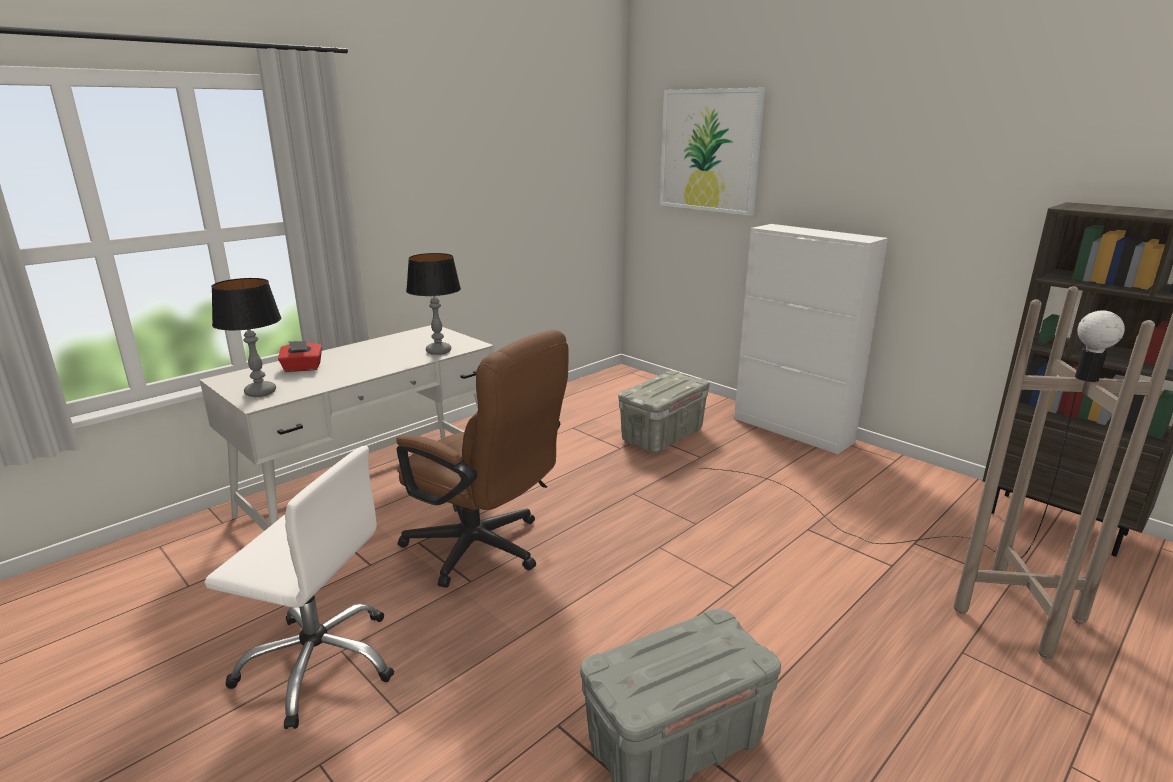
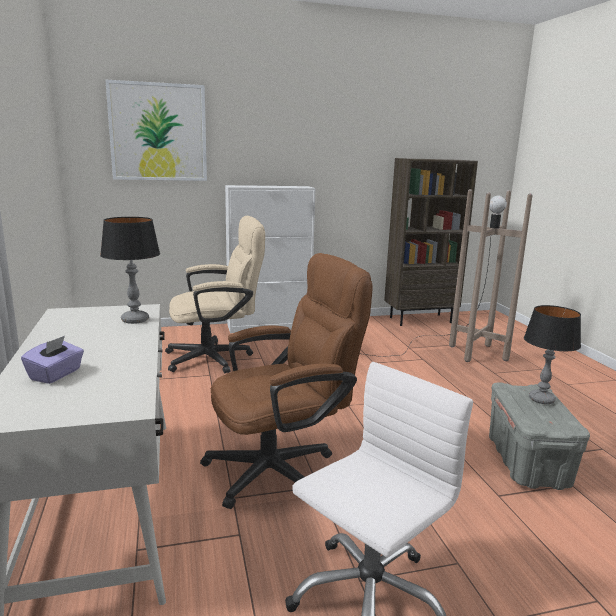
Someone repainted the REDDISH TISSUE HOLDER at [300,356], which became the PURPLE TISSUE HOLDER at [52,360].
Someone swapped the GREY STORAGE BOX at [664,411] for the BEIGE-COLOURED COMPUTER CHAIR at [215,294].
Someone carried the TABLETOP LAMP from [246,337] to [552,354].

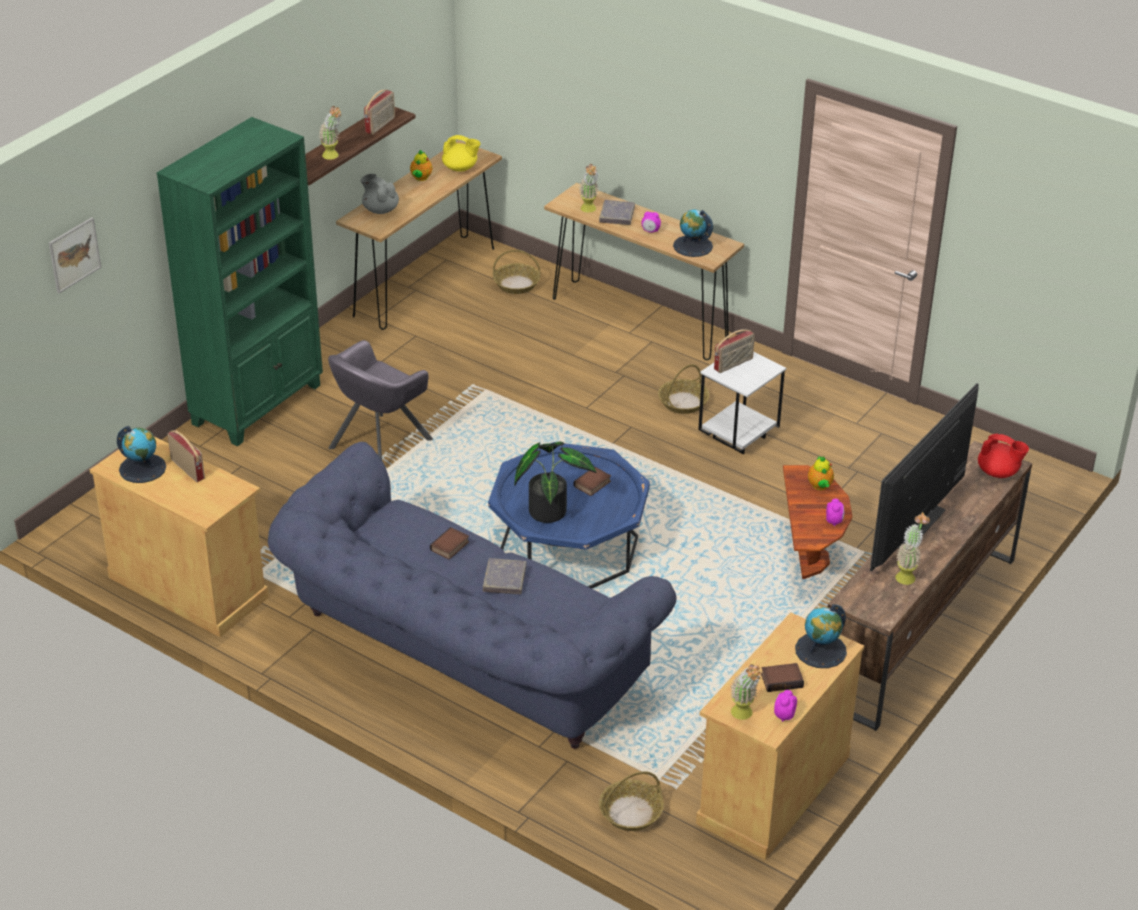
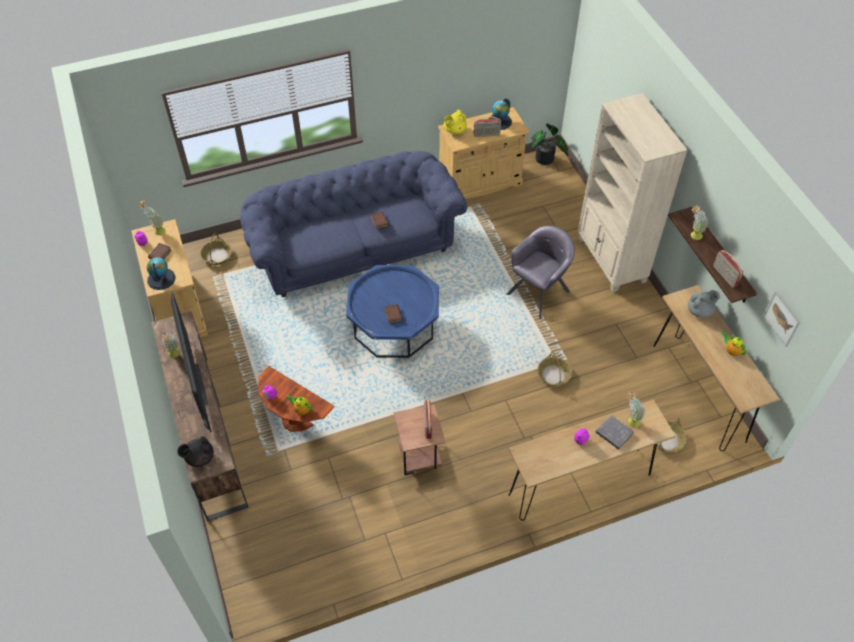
Someone repainted the REDDISH POT FOR TEA at [1003,456], which became the BLACK POT FOR TEA at [195,451].
Someone repainted the WHITE ACCENT TABLE at [742,403], which became the BROWN-COLOURED ACCENT TABLE at [420,439].
Someone carried the YELLOWISH POT FOR TEA from [461,153] to [455,122].
Someone rotated the GREY LOUNGE CHAIR at [380,400] by 60 degrees clockwise.
Someone carried the PLANT IN A POT from [555,482] to [549,144].
Someone carried the STORAGE BASKET from [683,389] to [554,368].
Someone repainted the GREEN BOOKSHELF at [239,281], which became the BEIGE-COLOURED BOOKSHELF at [632,192].
Someone carried the WALL ART from [75,255] to [781,319].
Someone took away the GREY BOUND BOOK at [505,576].
Someone took away the WORLD GLOBE at [693,233].

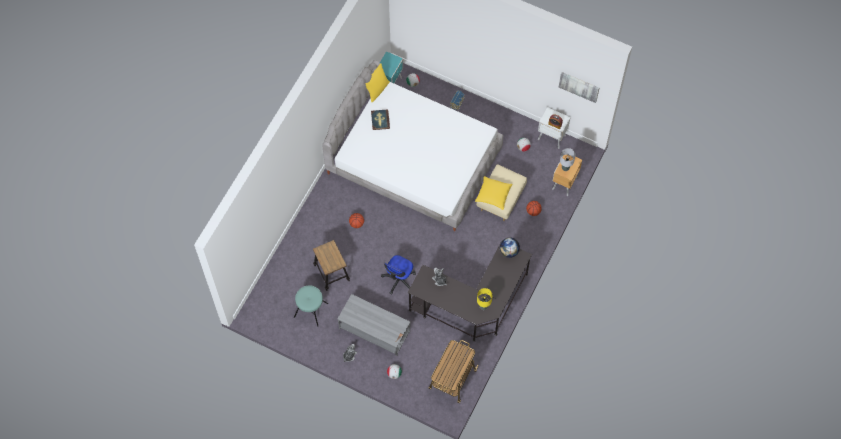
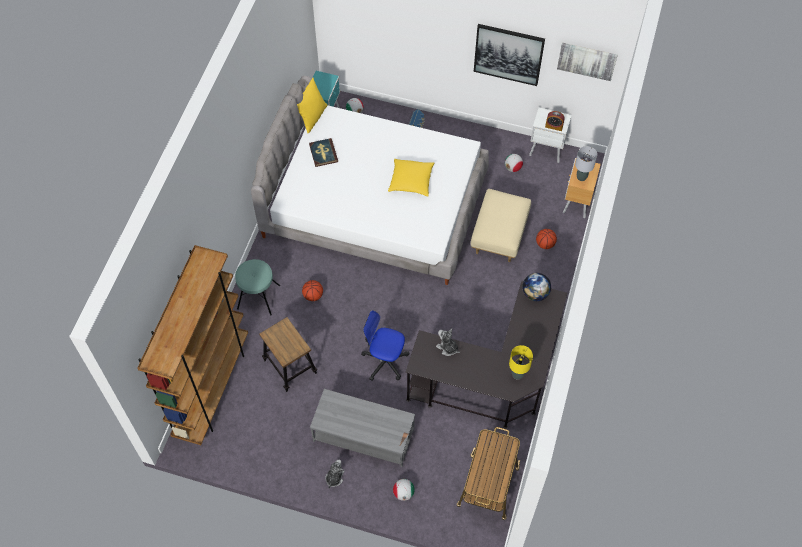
Someone put down the BROWN-COLOURED BOOKSHELF at [192,345].
Someone carried the BLUE-GREEN SITTING STOOL from [311,305] to [257,287].
Someone rotated the COMPUTER CHAIR at [398,275] by 90 degrees clockwise.
Someone carried the YELLOWISH THROW PILLOW from [494,193] to [411,178].
Someone put up the WALL ART at [509,55].

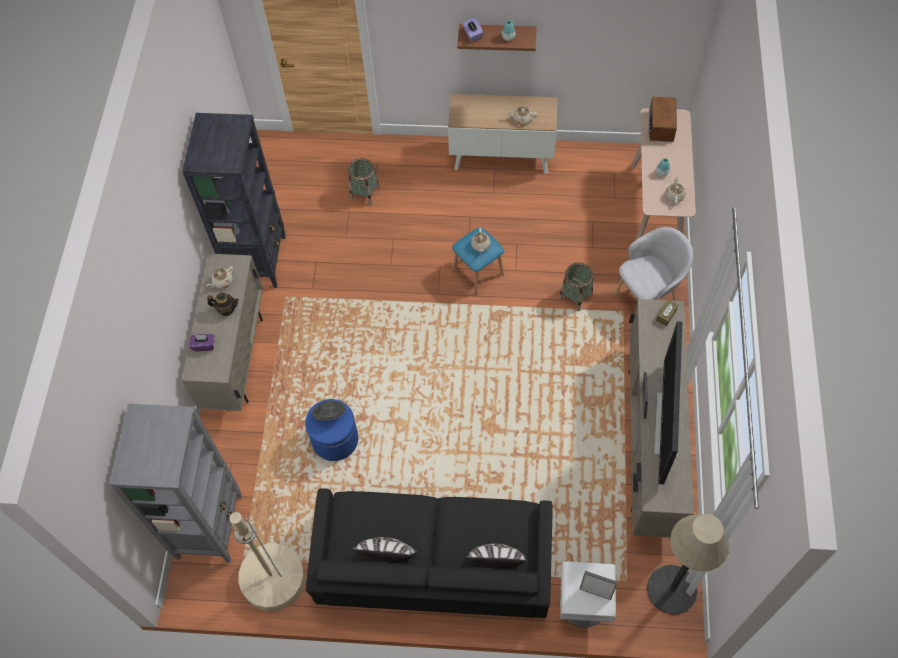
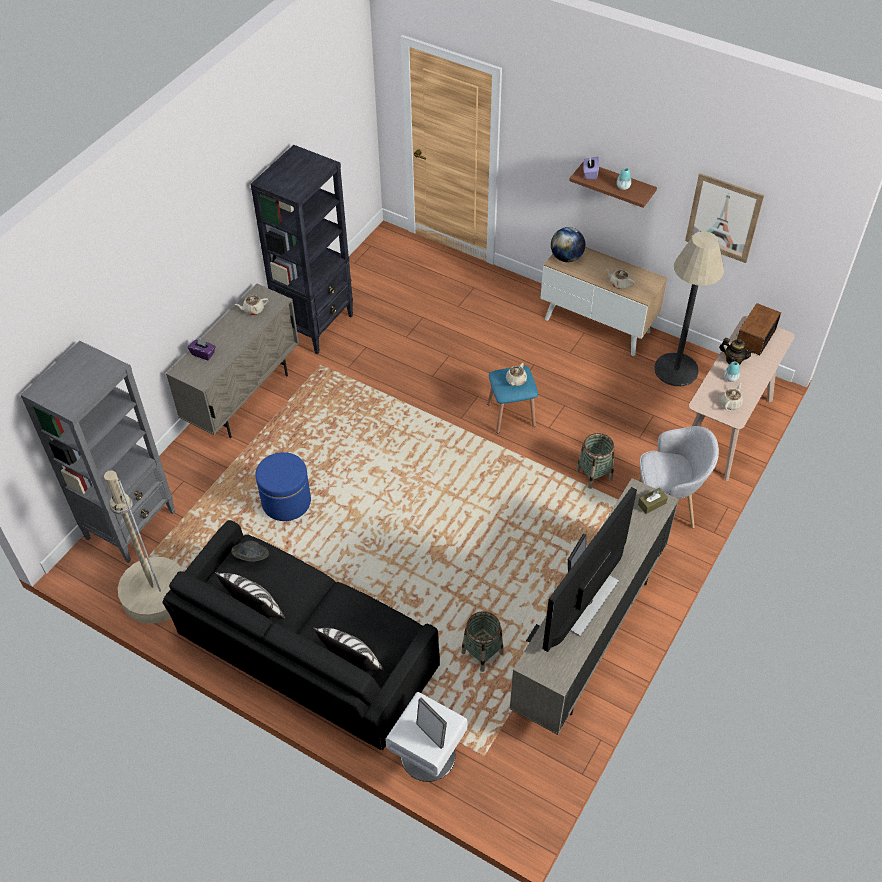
Someone carried the GREY HAT from [329,410] to [250,551].
Someone carried the STORAGE BASKET from [364,181] to [482,641].
Someone put down the WORLD GLOBE at [568,244].
Someone carried the STANDING LAMP from [688,564] to [689,308].
Someone put up the WALL ART at [724,218].
Someone carried the POT FOR TEA from [223,304] to [736,351].

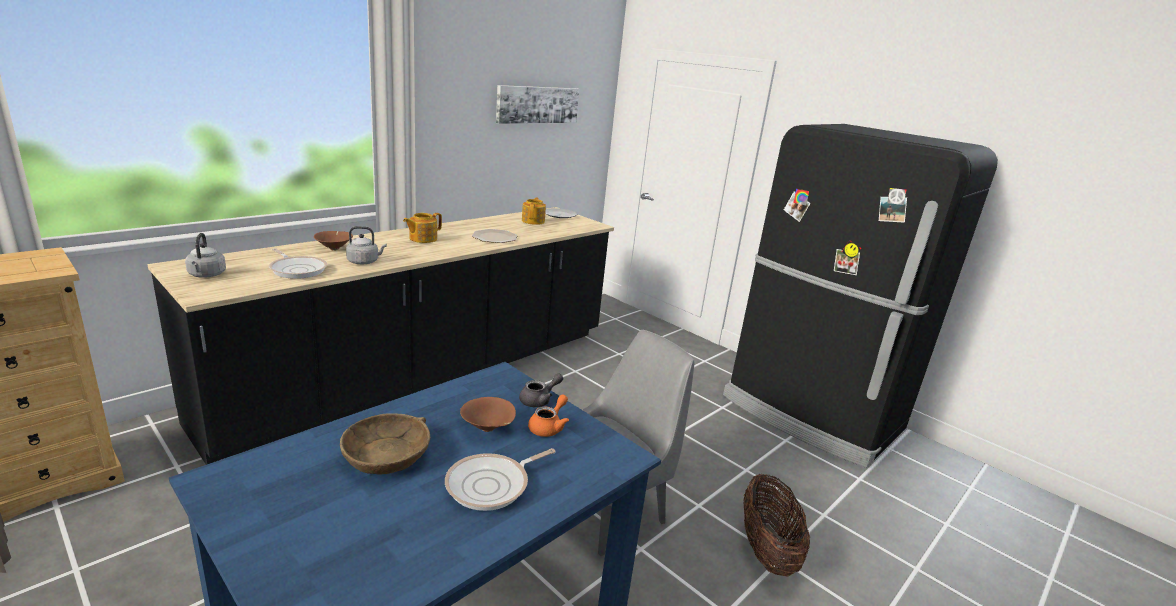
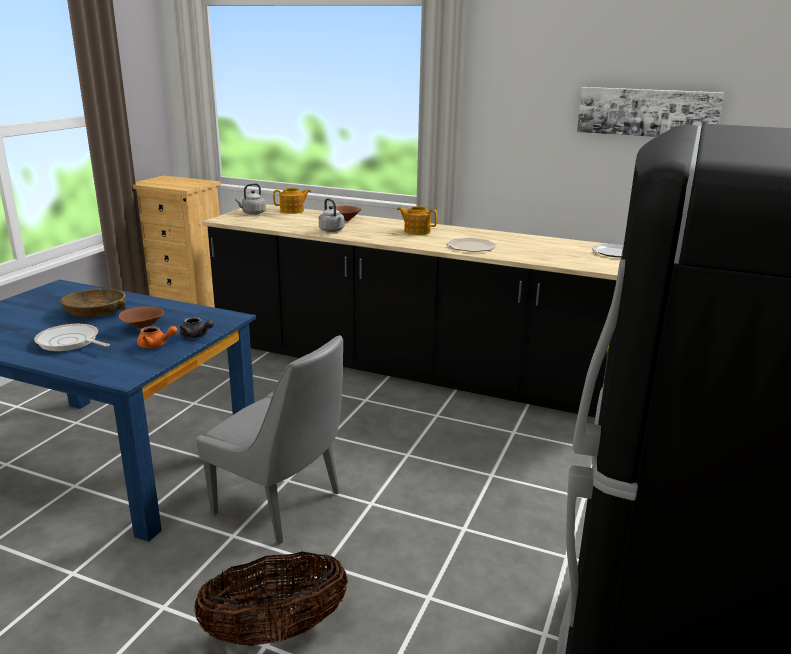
Someone carried the POT FOR TEA from [534,211] to [292,201].
Someone took away the SKILLET at [298,263].

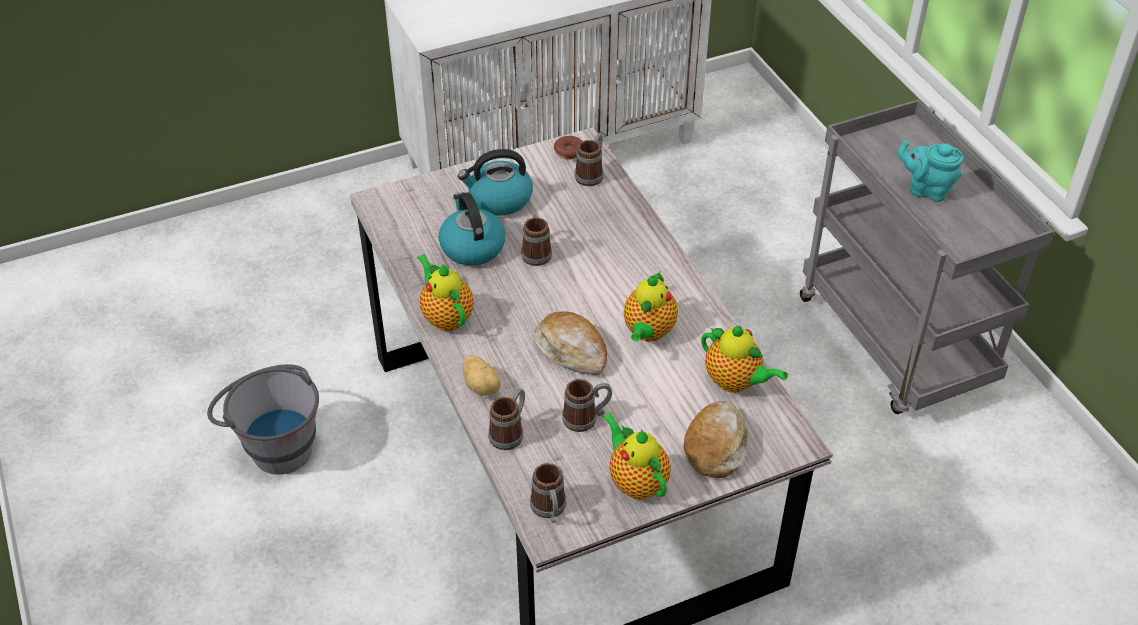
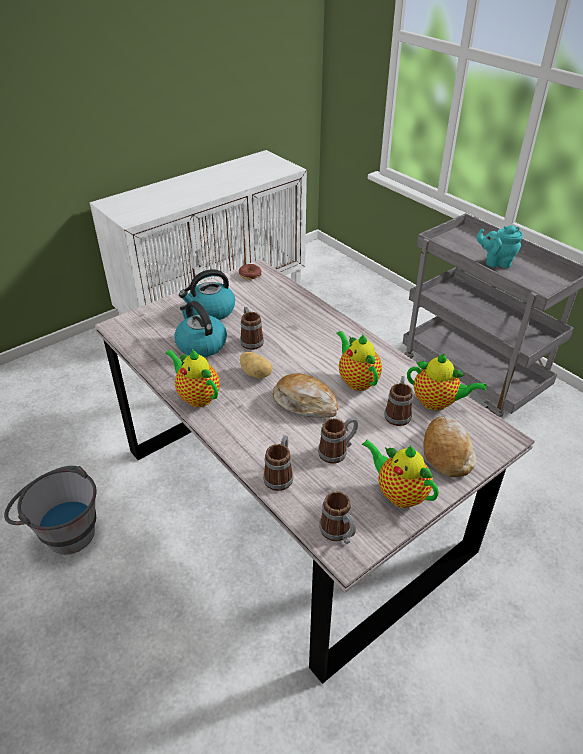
Someone carried the SPUD from [482,375] to [256,365].
Someone rotated the POT FOR TEA at [651,306] by 150 degrees clockwise.
Someone carried the MUG from [589,160] to [398,401].

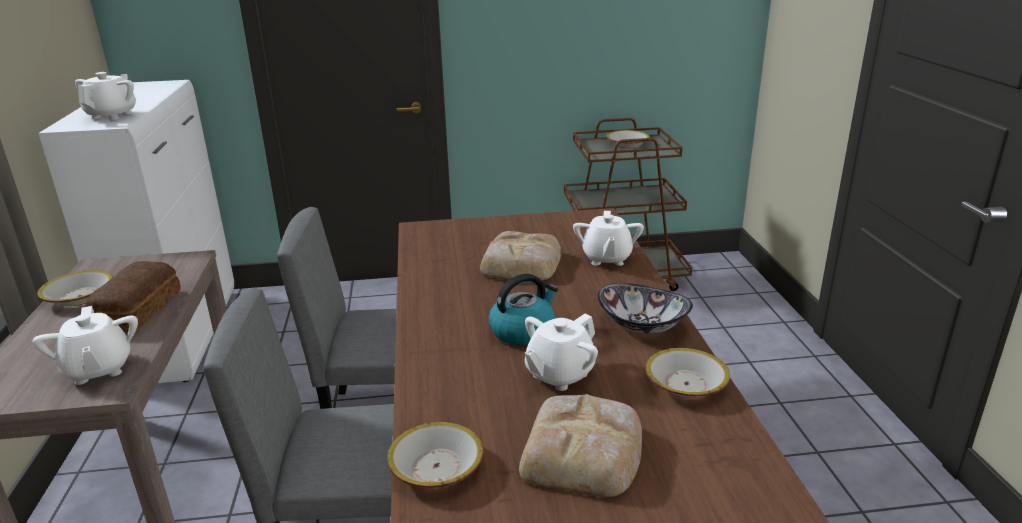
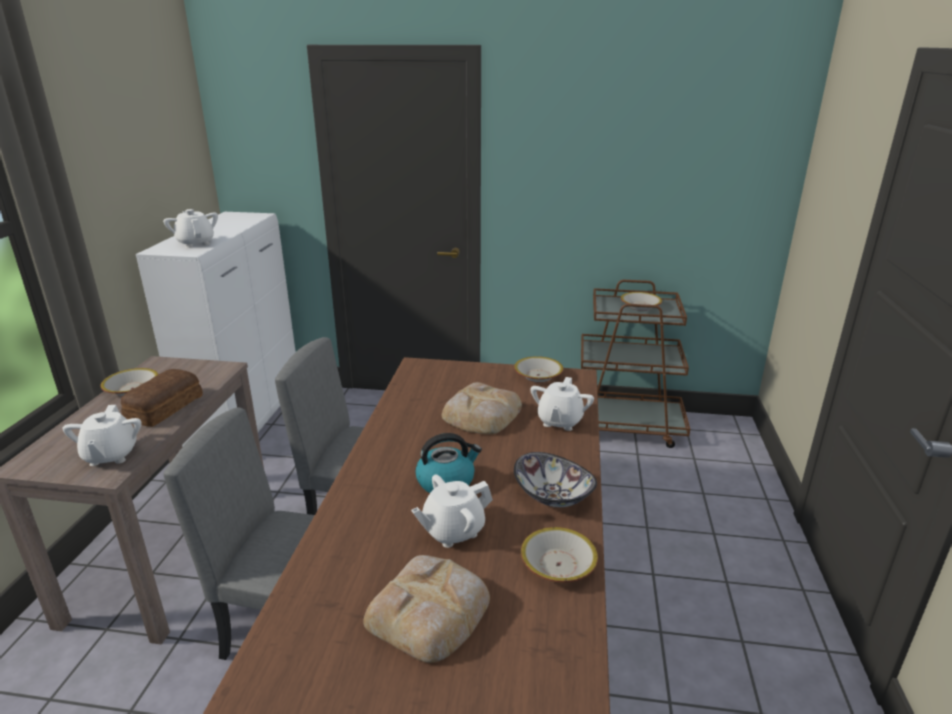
Someone rotated the WHITE POT FOR TEA at [105,96] by 60 degrees counterclockwise.
Someone carried the SERVING BOWL from [435,455] to [538,369].

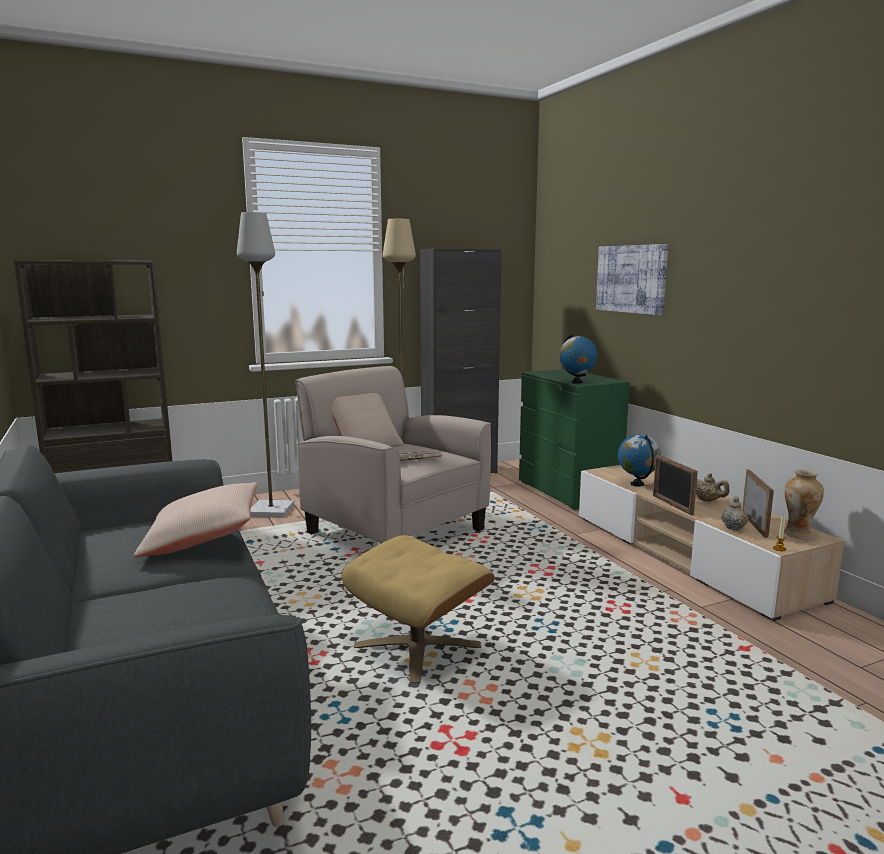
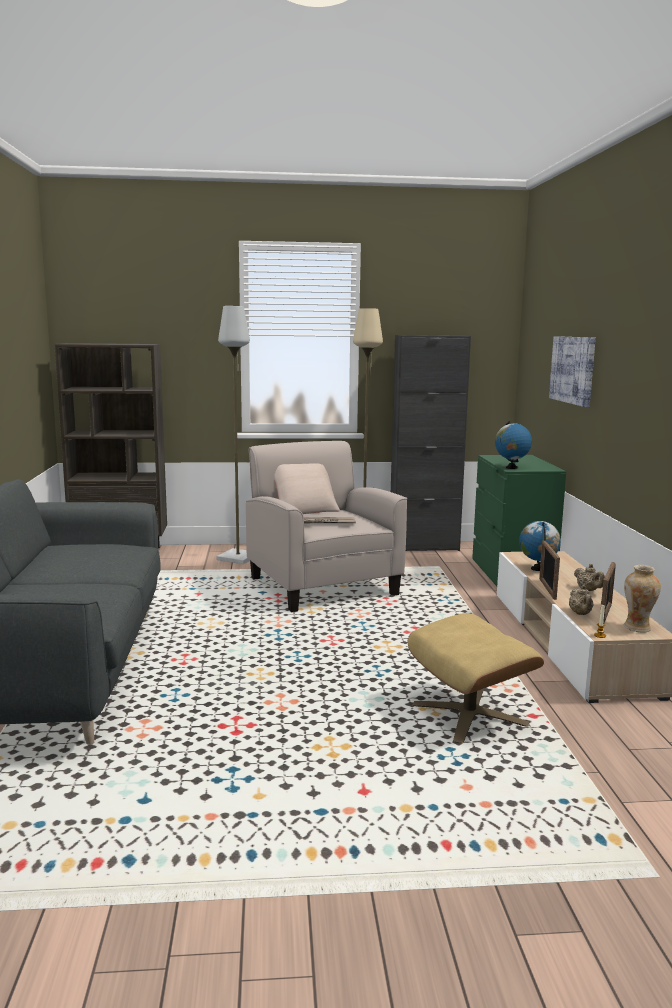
Someone carried the BEIGE-COLOURED OTTOMAN from [418,608] to [476,678].
Someone rotated the BEIGE-COLOURED POT FOR TEA at [734,513] by 135 degrees clockwise.
Someone took away the BEIGE-COLOURED THROW PILLOW at [196,519].

